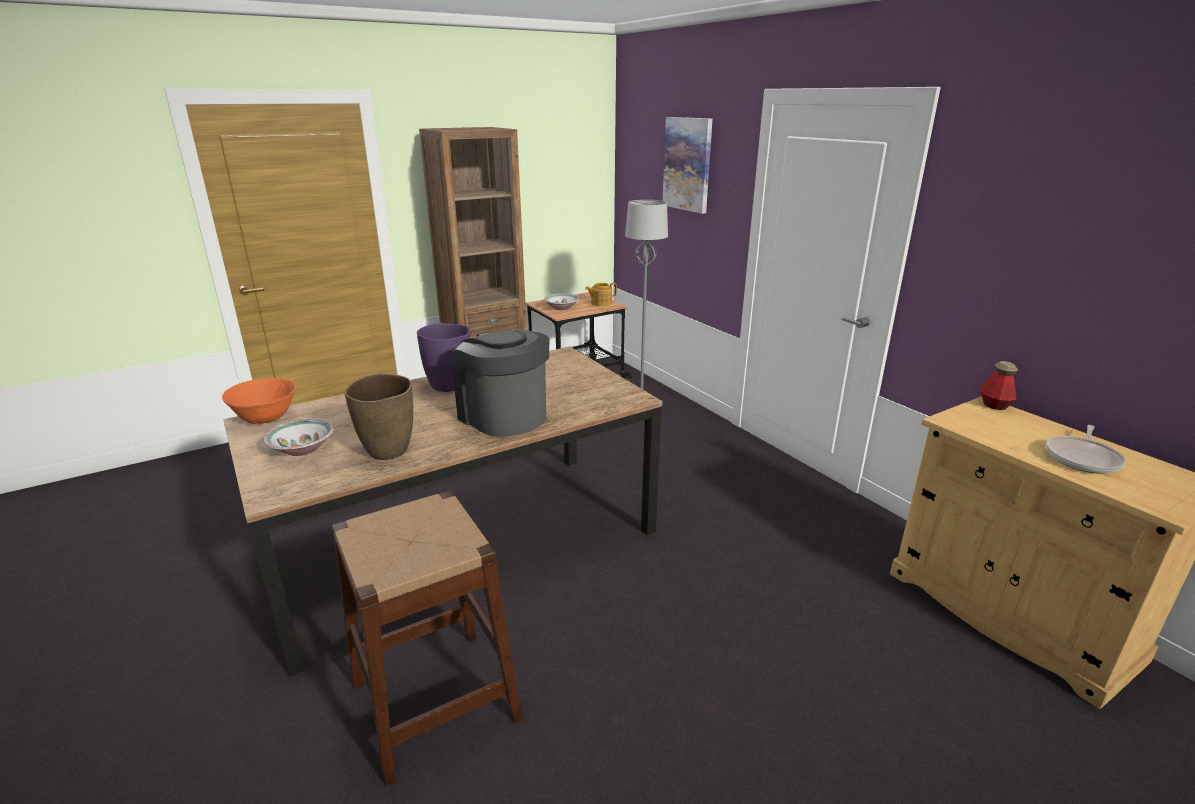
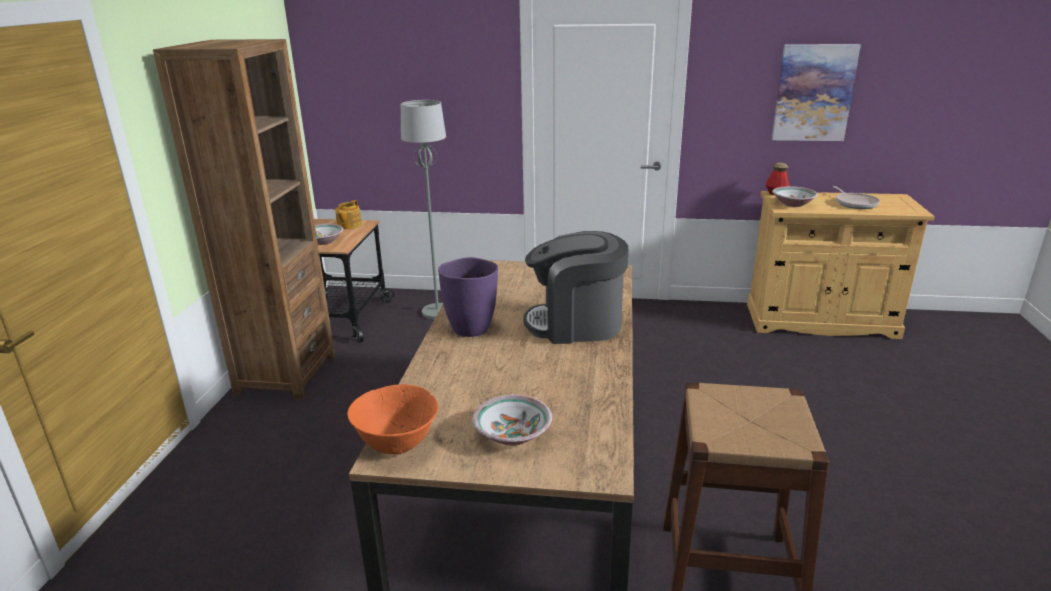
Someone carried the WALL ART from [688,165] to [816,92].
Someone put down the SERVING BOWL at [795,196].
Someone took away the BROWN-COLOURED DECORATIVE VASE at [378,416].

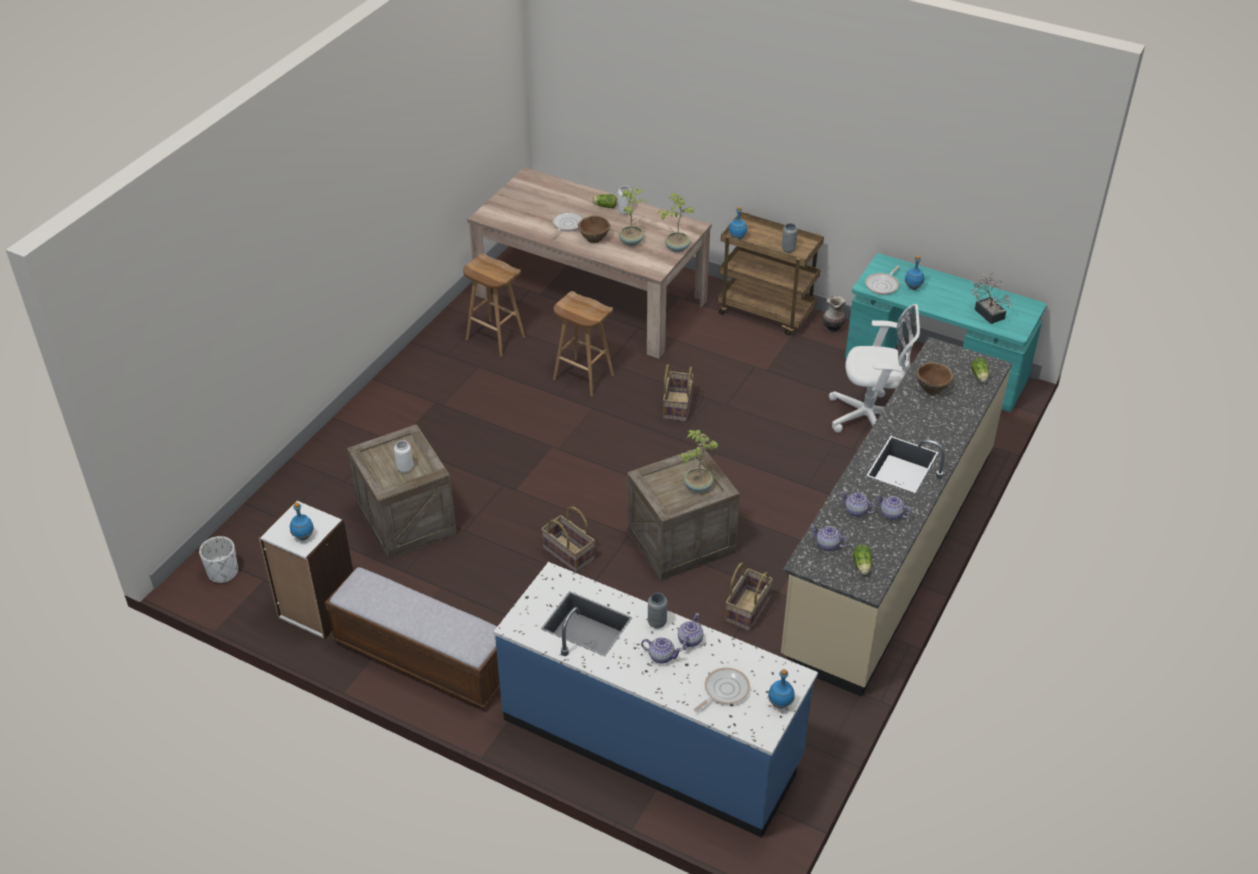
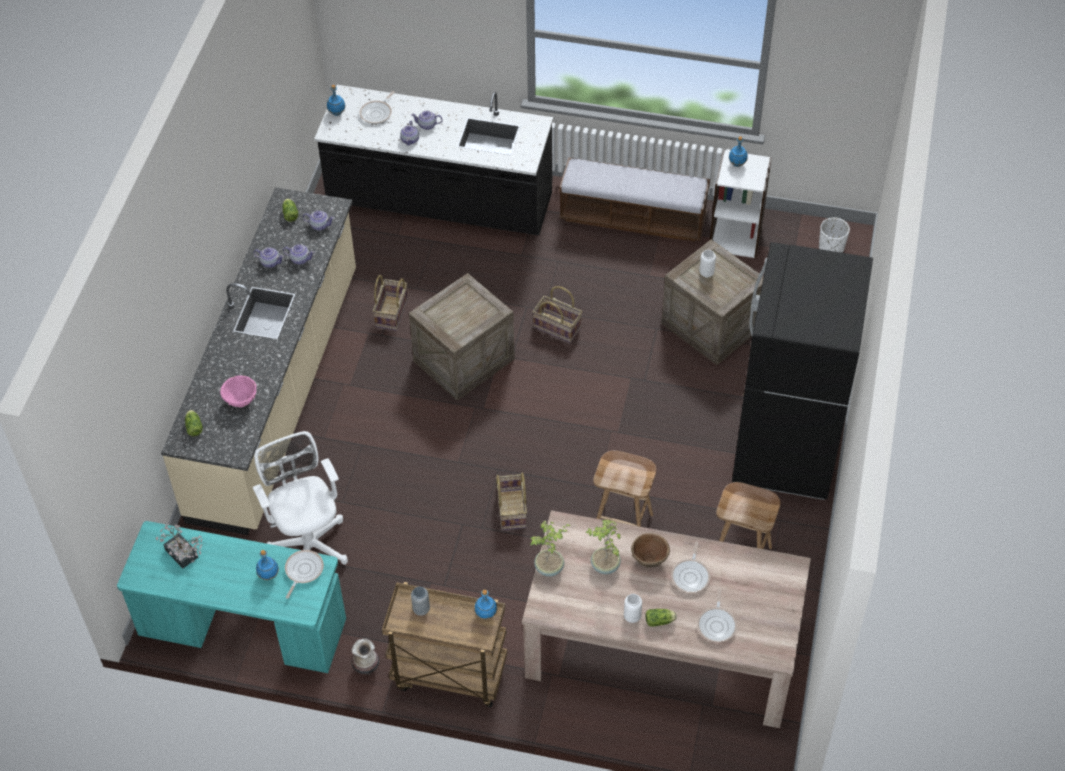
Someone repainted the BROWN-COLOURED SERVING BOWL at [934,378], which became the PINK SERVING BOWL at [238,391].
Someone rotated the WHITE COMPUTER CHAIR at [874,368] by 75 degrees clockwise.
Someone repainted the BLUE-COLOURED COUNTER at [655,700], which became the BLACK COUNTER at [433,160].
Someone put down the SKILLET at [717,615].
Someone put down the BLACK REFRIGERATOR at [802,371].
Someone took away the GREY DECORATIVE VASE at [657,611].
Someone took away the PLANT IN A POT at [699,461].

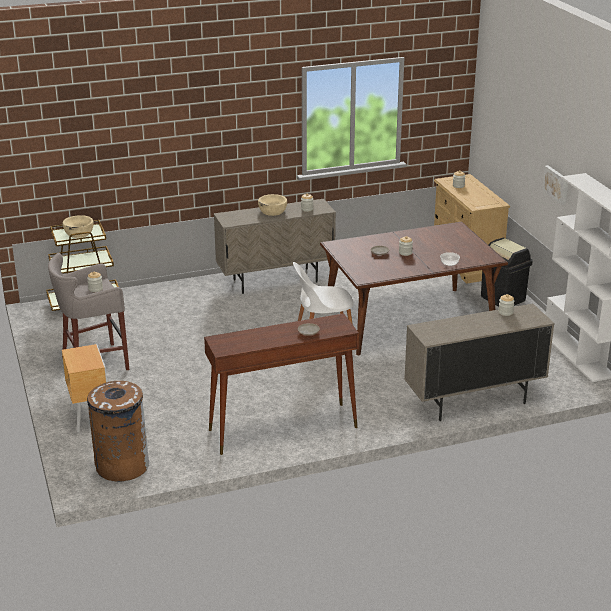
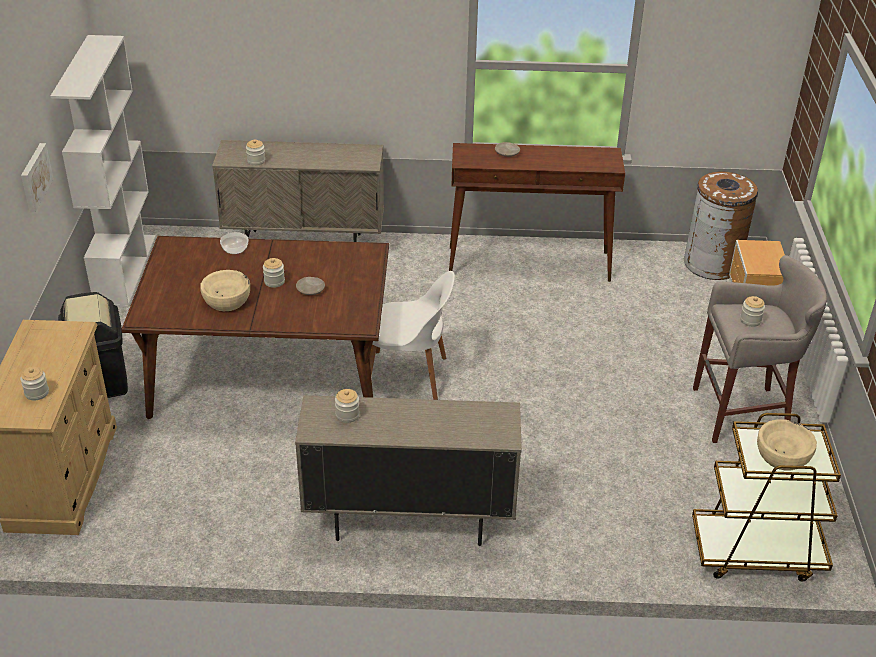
Someone carried the BEIGE-COLOURED SERVING BOWL from [272,205] to [225,290].

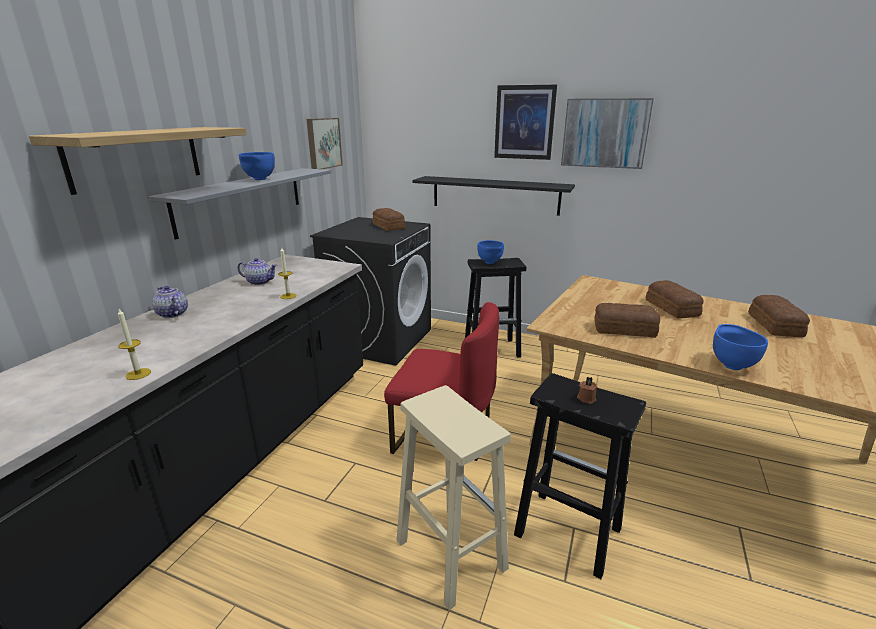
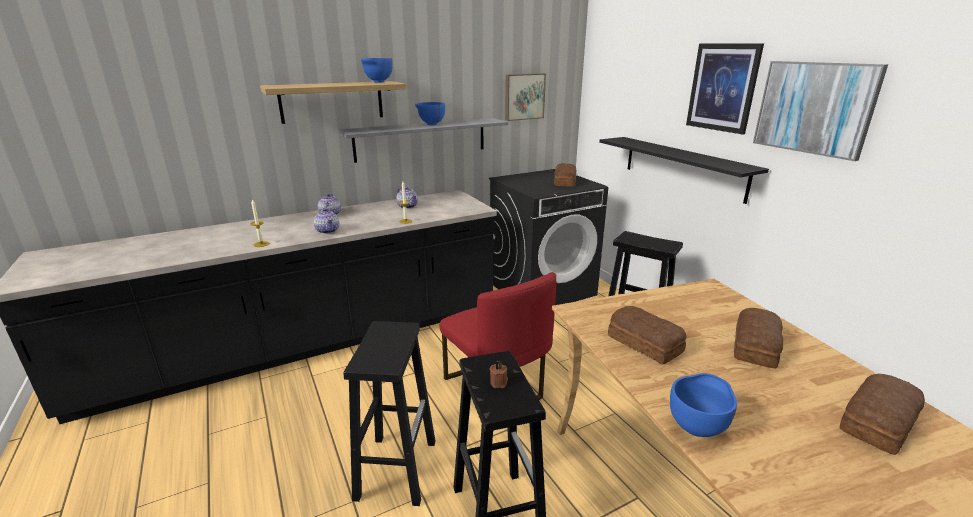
Someone put down the POT FOR TEA at [326,221].
Someone repainted the BEIGE-COLOURED SITTING STOOL at [454,497], which became the BLACK SITTING STOOL at [389,413].
Someone carried the BLUE-COLOURED SERVING BOWL from [490,252] to [377,70].

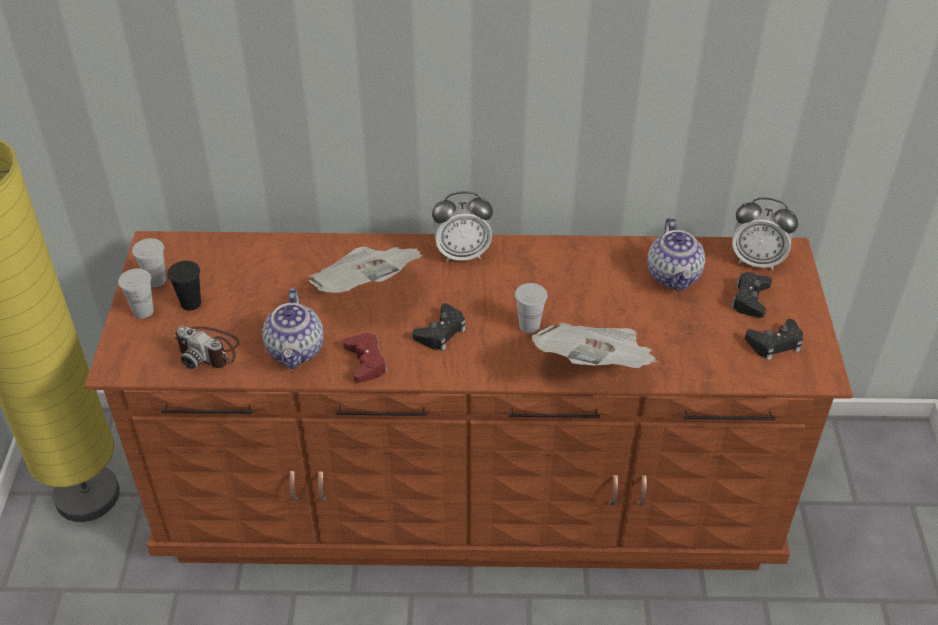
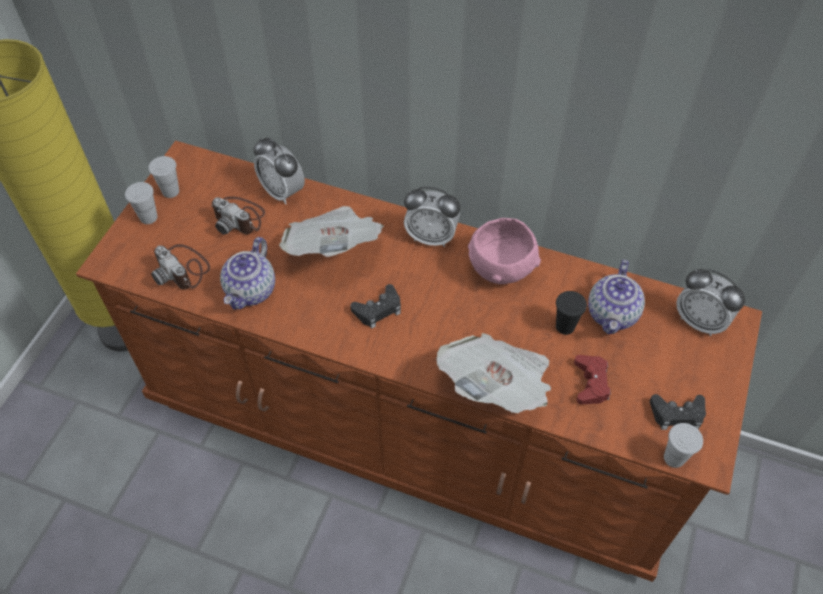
Someone put down the STILL CAMERA at [238,215].
Someone put down the ALARM CLOCK at [279,171].
Someone put down the PINK SERVING BOWL at [504,251].
Someone carried the BLACK CUP from [184,286] to [571,313].
Someone carried the REDDISH GAMEPAD from [365,358] to [592,379].
Someone carried the WHITE CUP from [531,308] to [683,445].
Someone took away the BLACK GAMEPAD at [751,295].

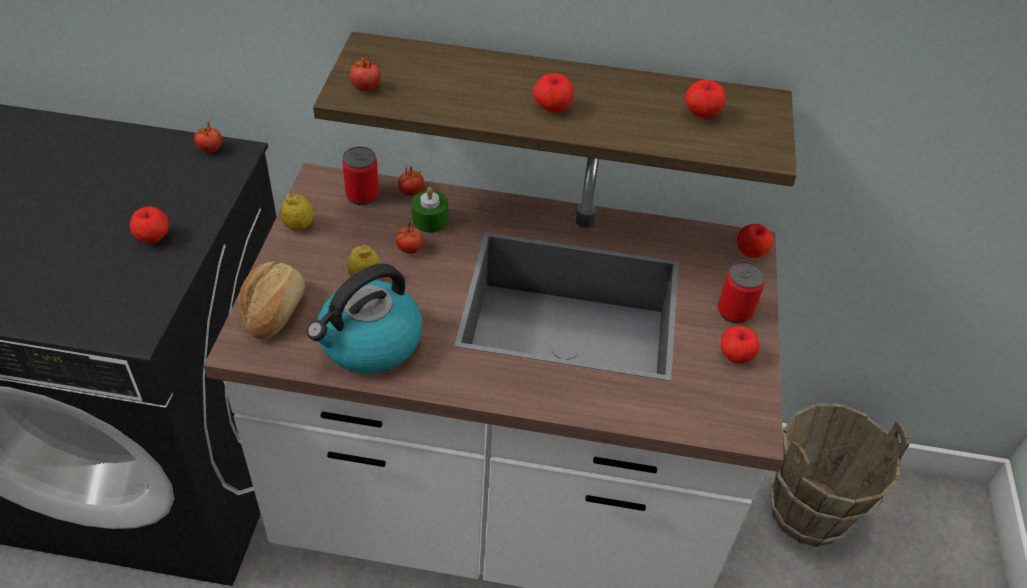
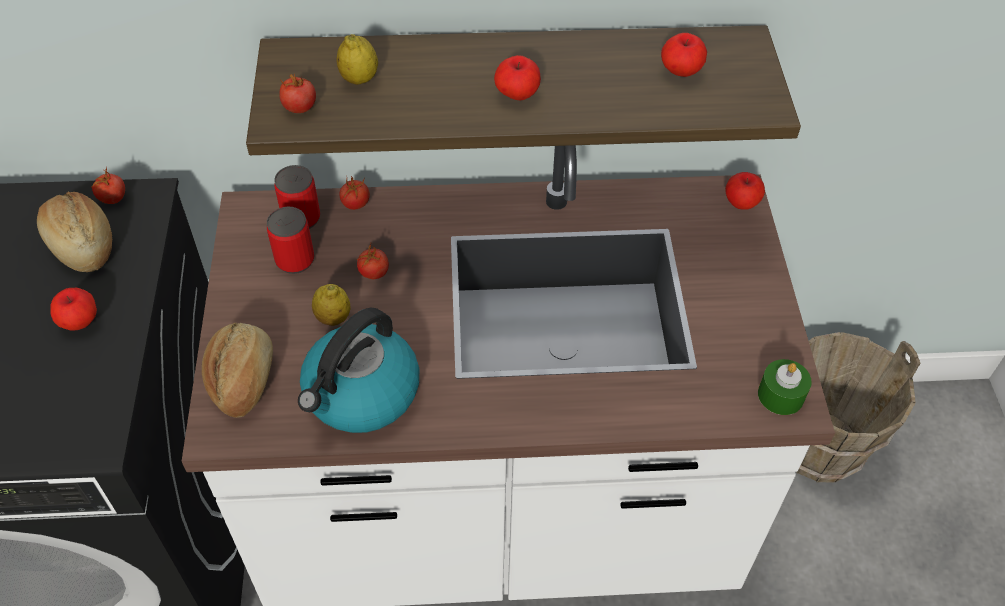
Someone put down the BREAD at [74,232].
Someone carried the CAN from [741,292] to [290,240].
Someone carried the CITRUS FRUIT from [297,212] to [357,59].
Someone carried the GREEN WAX CANDLE from [430,210] to [785,387].
Someone took away the WHOLE APPLE at [740,345].

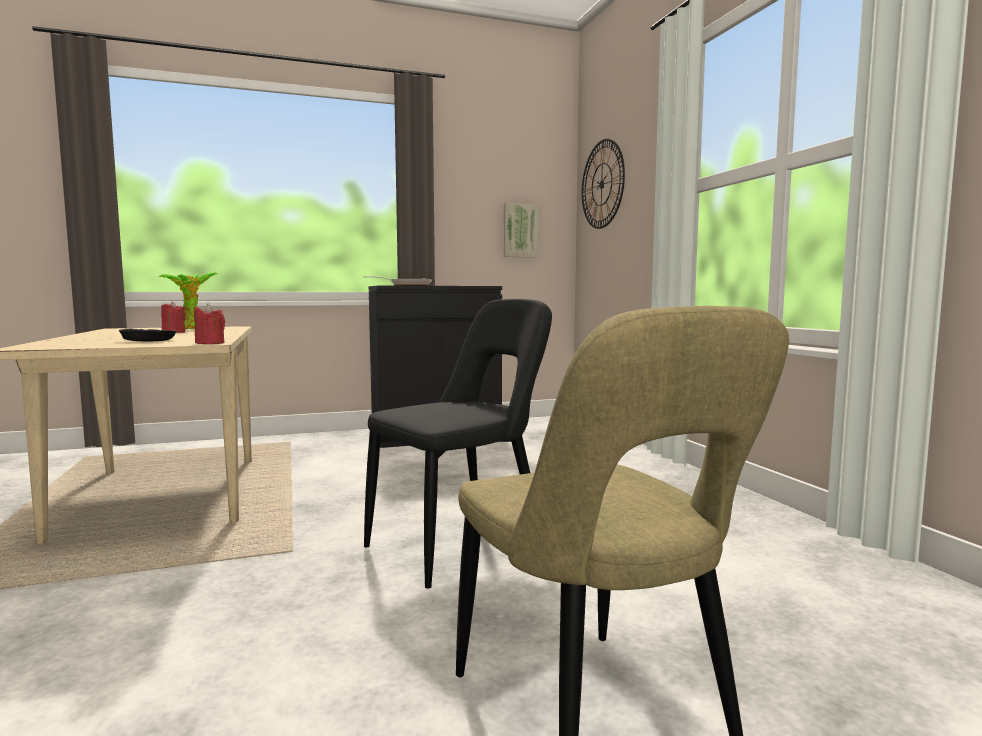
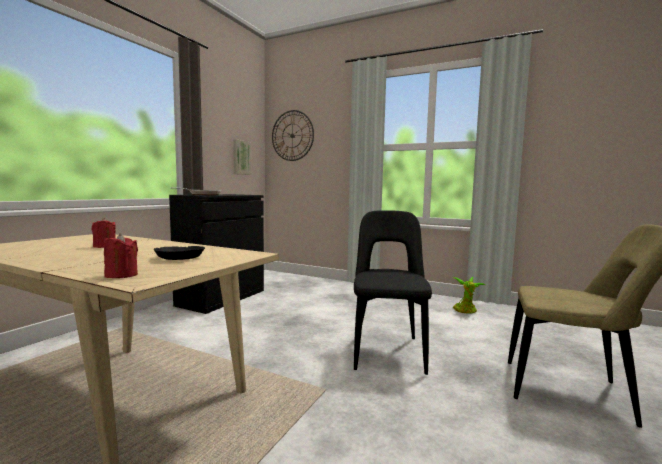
Someone carried the REDDISH WAX CANDLE from [209,324] to [121,255].
Someone carried the PLANT IN A POT from [188,300] to [469,295].

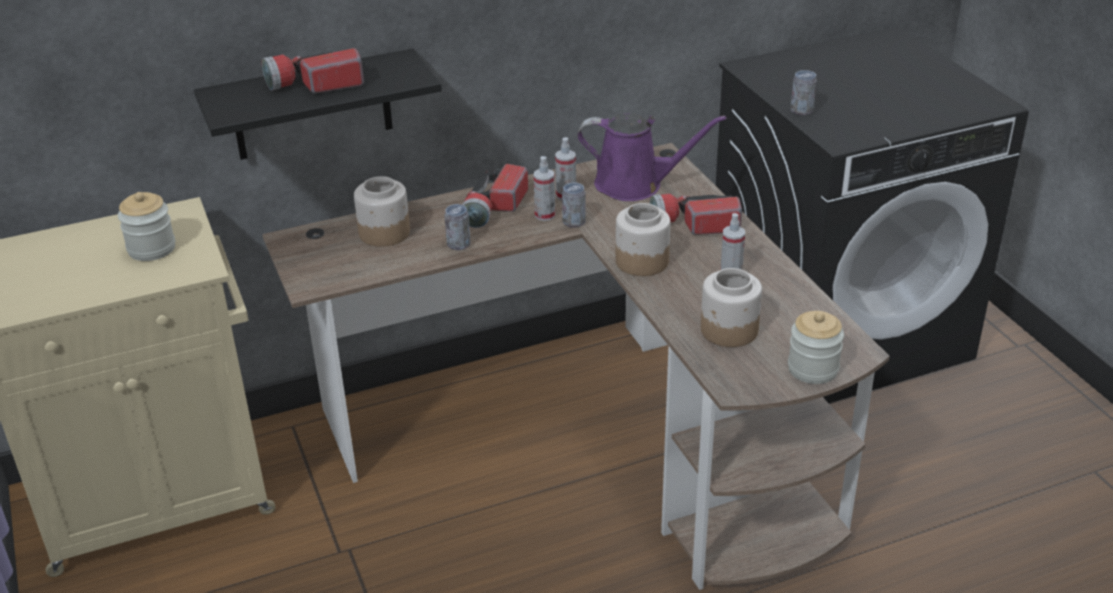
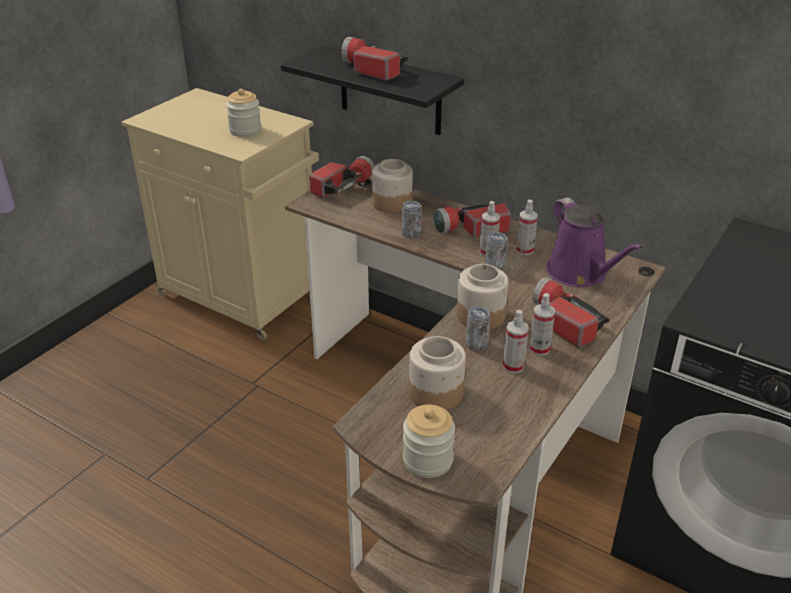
Someone put down the TORCH at [341,177].
Someone carried the CAN from [803,93] to [478,329].
Someone put down the SPRAY BOTTLE at [542,324].

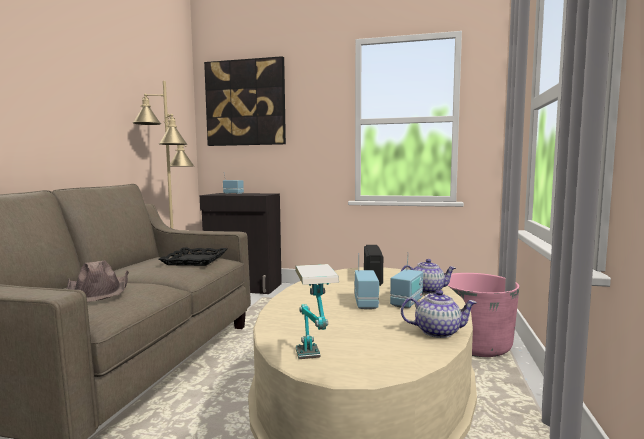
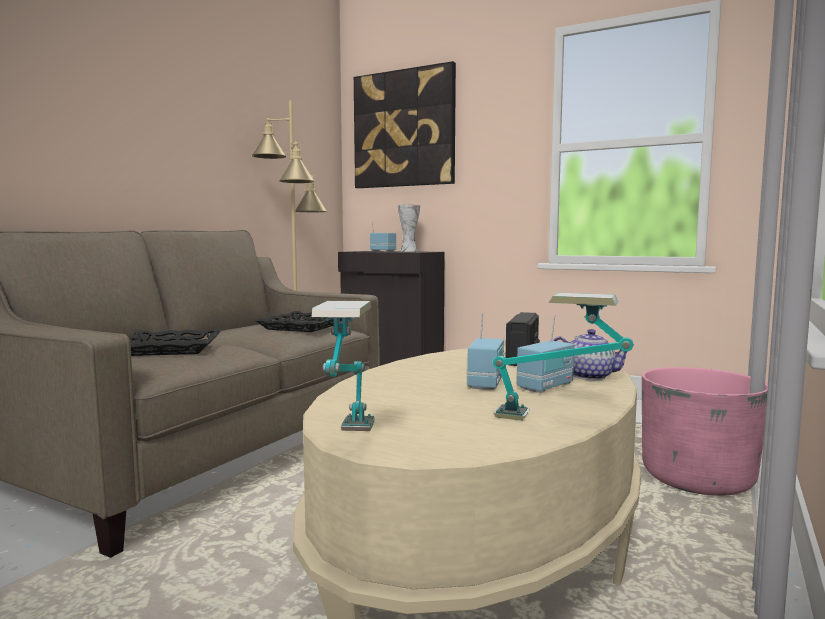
Someone swapped the BROWN-COLOURED HAT at [98,281] for the BLACK CARRYING TRAY at [175,342].
Someone put down the DECORATIVE VASE at [409,228].
Someone swapped the POT FOR TEA at [439,314] for the TABLETOP LAMP at [563,357].

